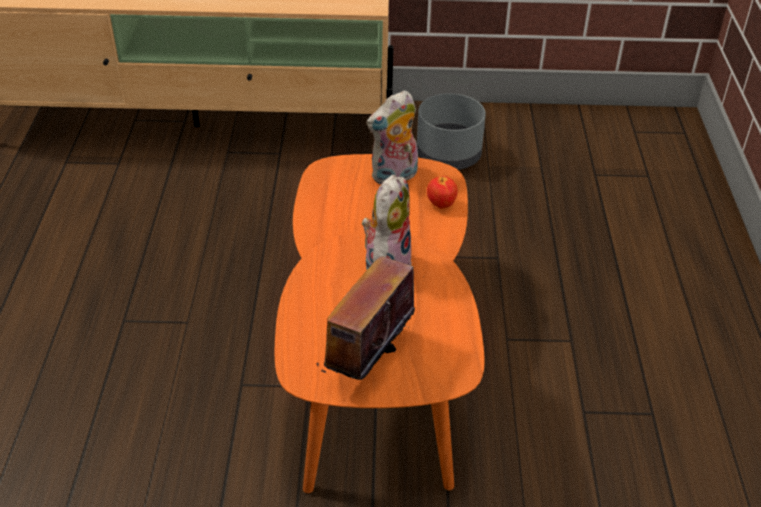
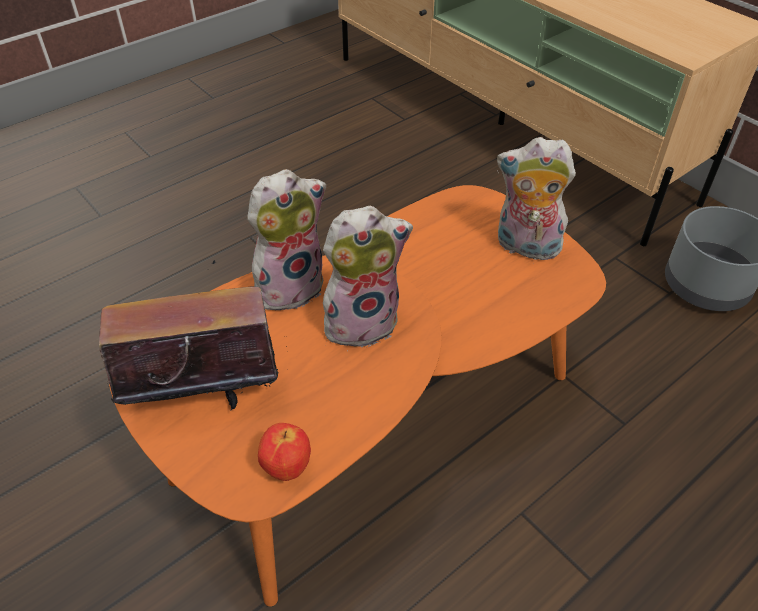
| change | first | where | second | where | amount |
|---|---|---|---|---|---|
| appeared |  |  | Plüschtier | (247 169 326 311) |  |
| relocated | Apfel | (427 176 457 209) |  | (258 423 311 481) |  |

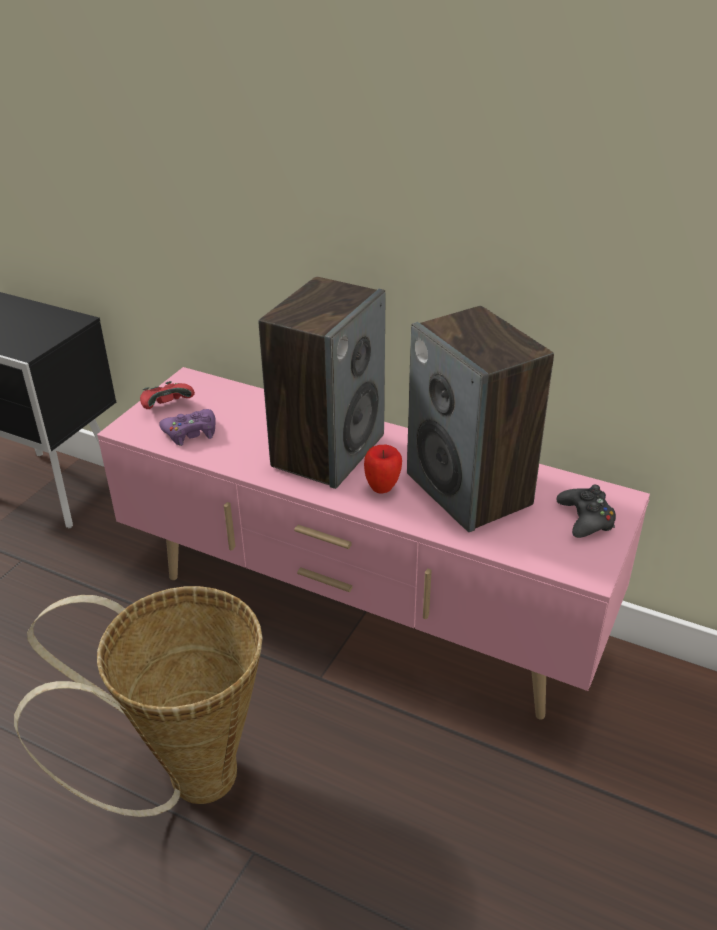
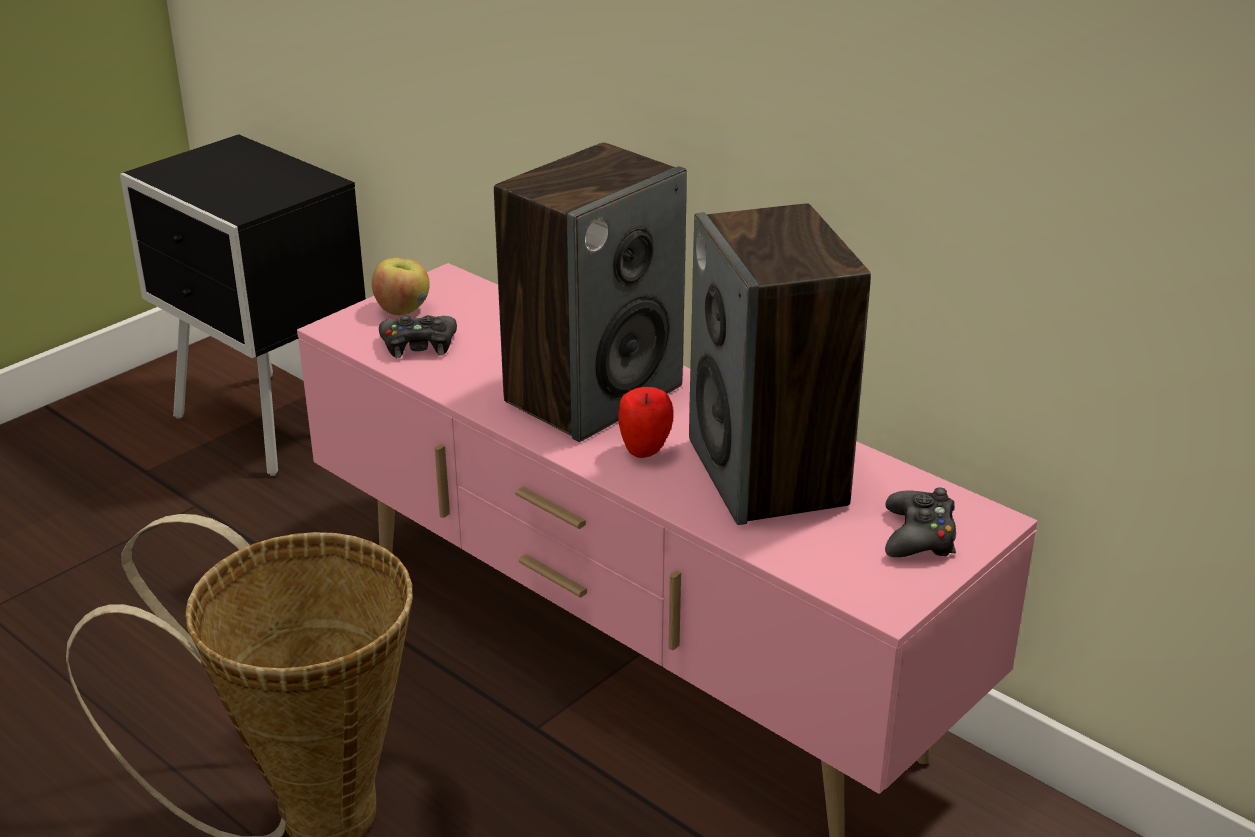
| change | first | where | second | where | amount |
|---|---|---|---|---|---|
| exchanged | Gamepad (rot) | (140 381 195 409) | Apfel | (372 258 430 315) |  |
| colour | Gamepad (lila) | (159 409 216 446) | Gamepad (schwarz) | (379 315 457 358) |  |

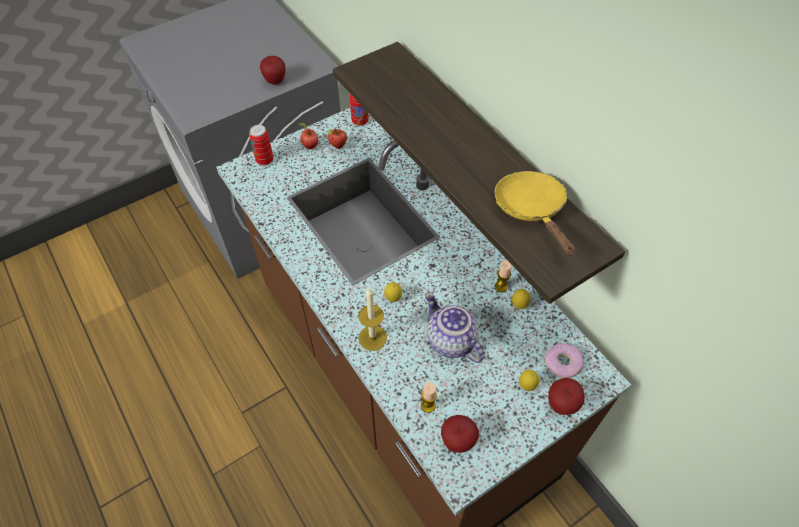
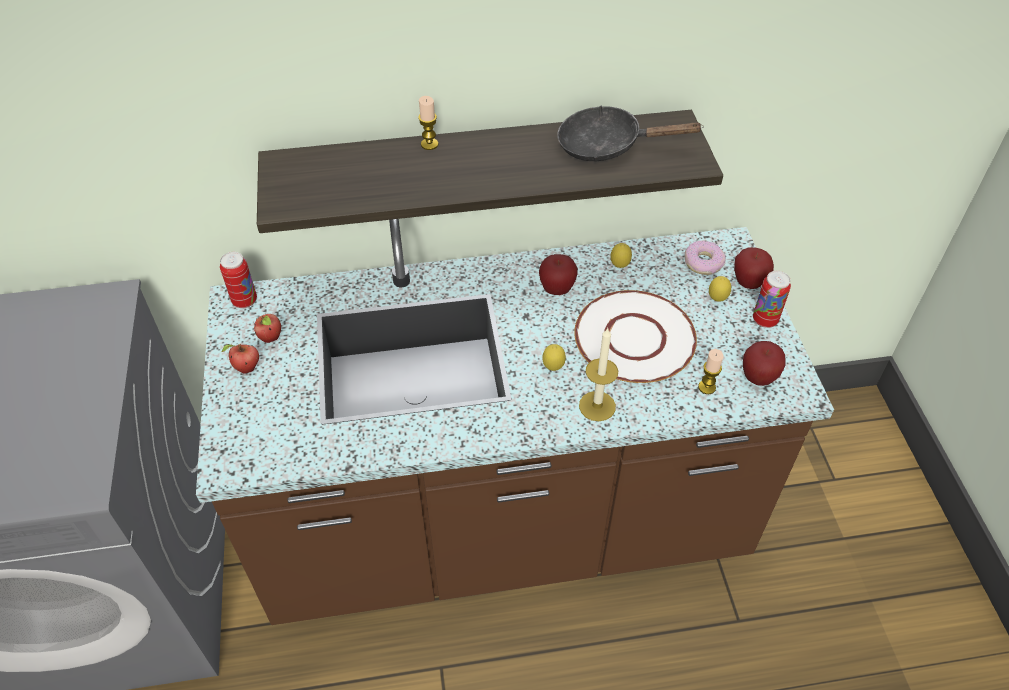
| change | first | where | second | where | amount |
|---|---|---|---|---|---|
| relocated | Kerze | (495 260 512 293) |  | (418 96 439 150) |  |
| relocated | Apfel | (260 56 286 84) |  | (539 254 578 295) |  |
| colour | Pfanne (gelb) | (494 171 576 256) | Pfanne (schwarz) | (557 106 704 162) |  |
| exchanged | Teekanne | (425 292 484 363) | Teller (weiß) | (574 290 697 383) |  |
| relocated | Dose | (249 125 273 165) |  | (753 271 791 328) |  |

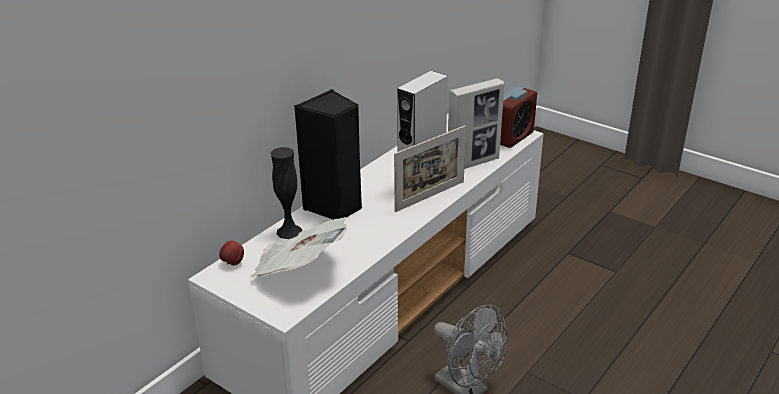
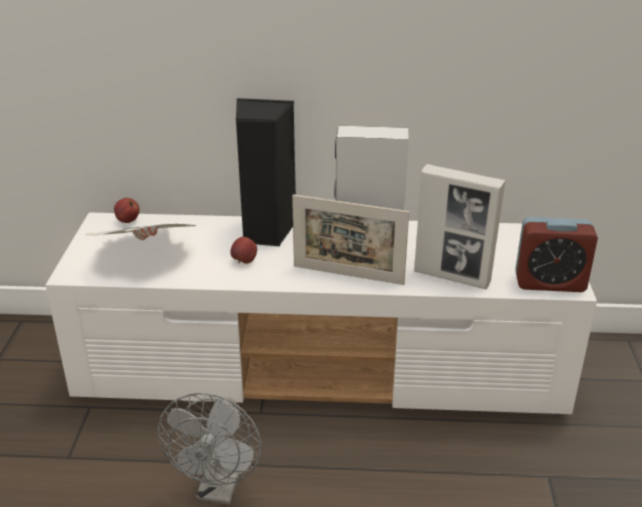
| change | first | where | second | where | amount |
|---|---|---|---|---|---|
| appeared |  |  | Apfel | (230 237 257 264) |  |
| missing | Vase (schwarz) | (271 147 302 239) |  |  |  |

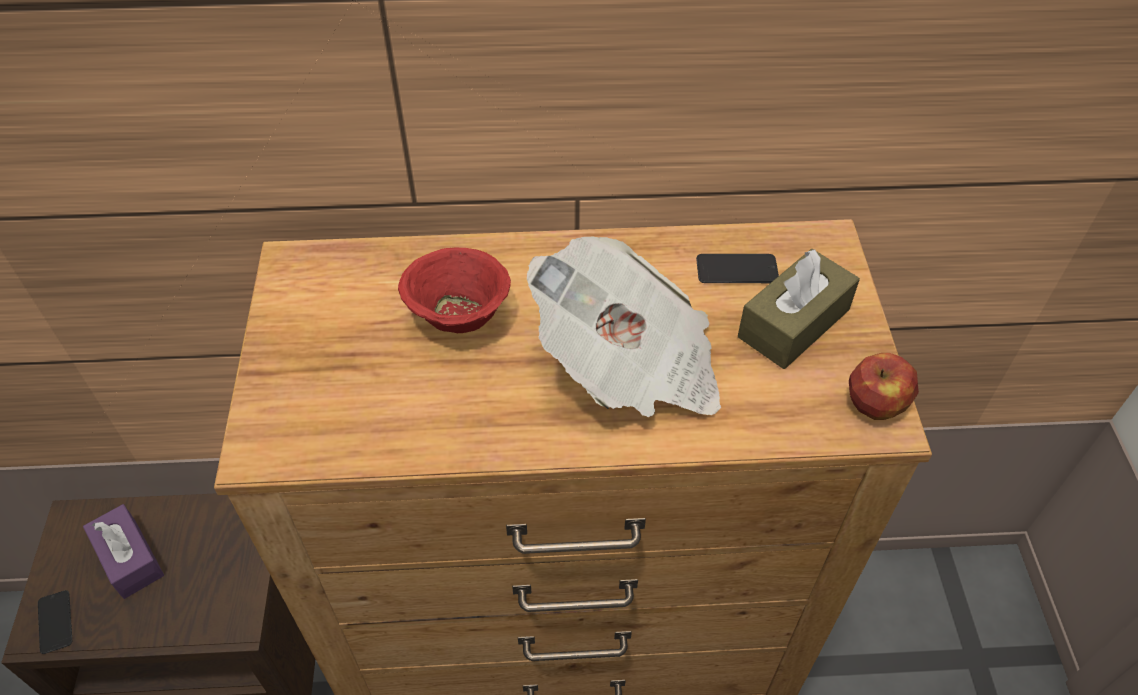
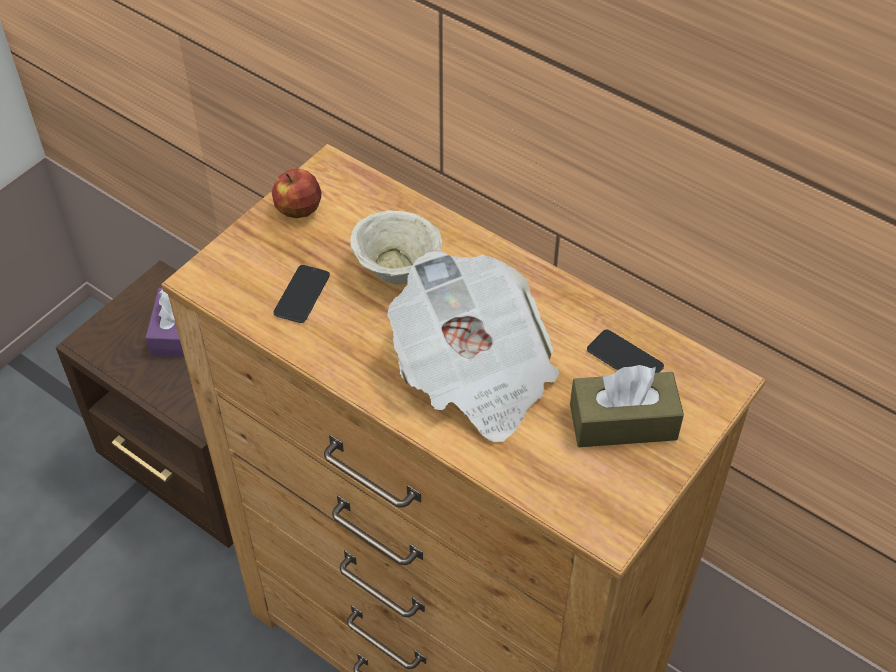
| change | first | where | second | where | amount |
|---|---|---|---|---|---|
| relocated | Apfel | (849 353 919 420) |  | (272 168 321 218) |  |
| relocated | Handy | (38 590 72 654) |  | (273 265 330 323) |  |
| colour | Schüssel (rot) | (398 248 511 333) | Schüssel (beige) | (350 211 442 285) |  |

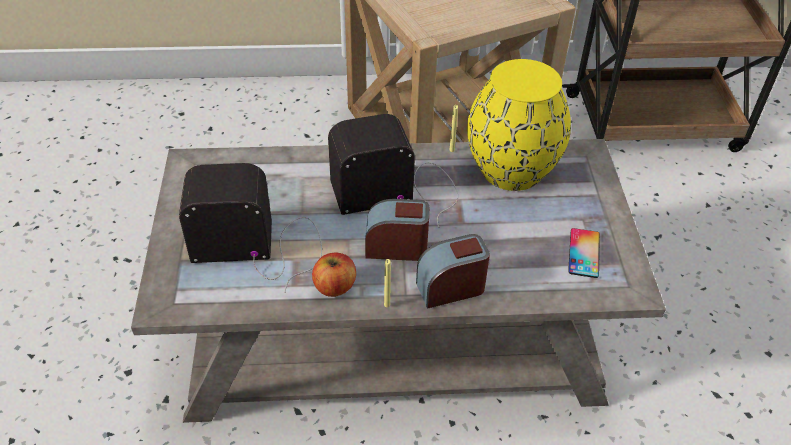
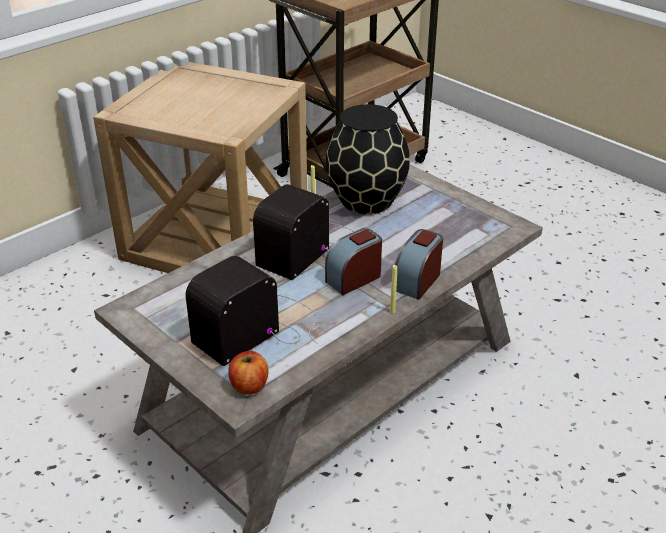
| change | first | where | second | where | amount |
|---|---|---|---|---|---|
| relocated | Apfel | (312 253 356 297) |  | (228 351 269 394) |  |
| colour | Vase (gelb) | (467 59 571 191) | Vase (schwarz) | (326 104 410 214) |  |
| missing | Handy | (568 228 600 278) |  |  |  |

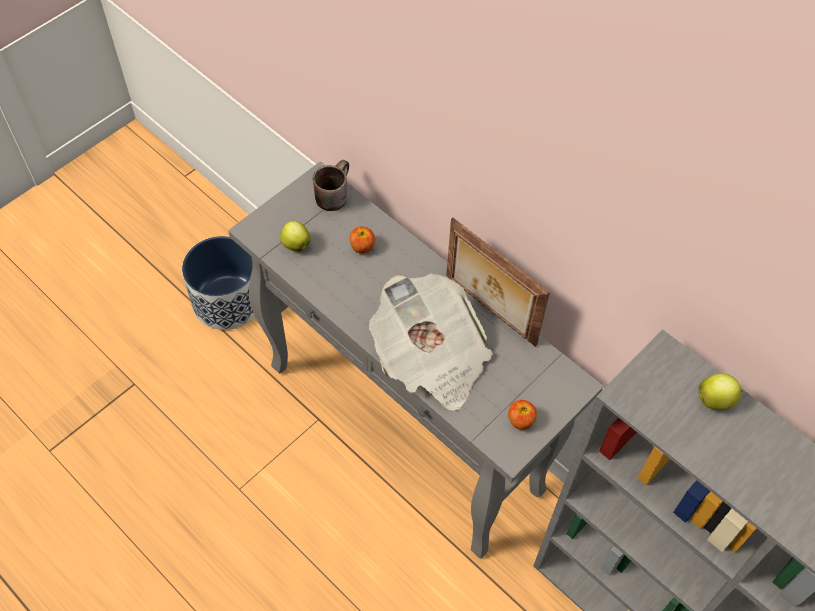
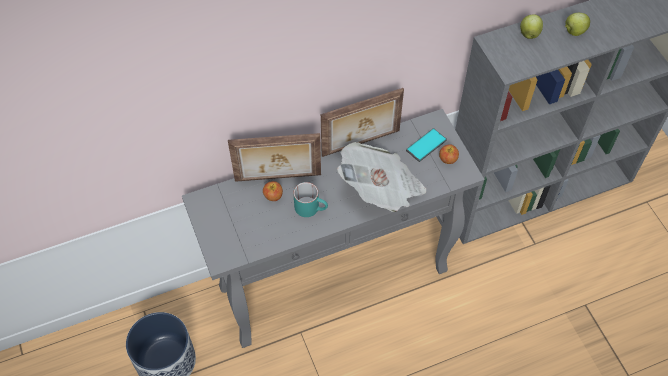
| change | first | where | second | where | amount |
|---|---|---|---|---|---|
| appeared |  |  | Bilderrahmen | (228 133 321 182) |  |
| appeared |  |  | Henkelbecher (türkis) | (293 182 328 217) |  |
| appeared |  |  | Handy | (406 128 447 162) |  |
| relocated | Apfel | (280 221 311 252) |  | (565 13 590 36) |  |
| missing | Henkelbecher (braun) | (313 160 349 211) |  |  |  |

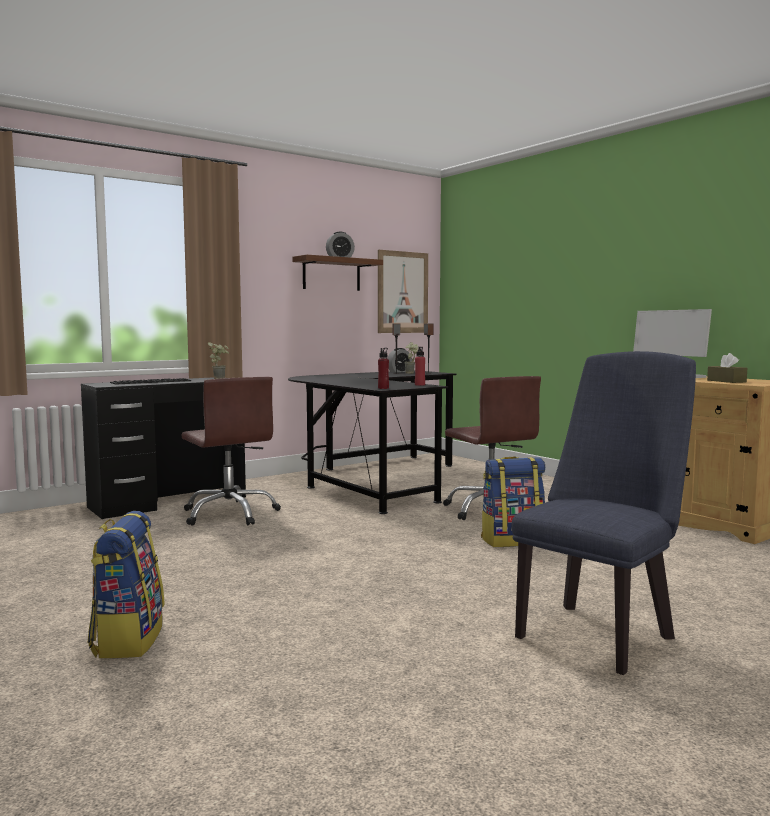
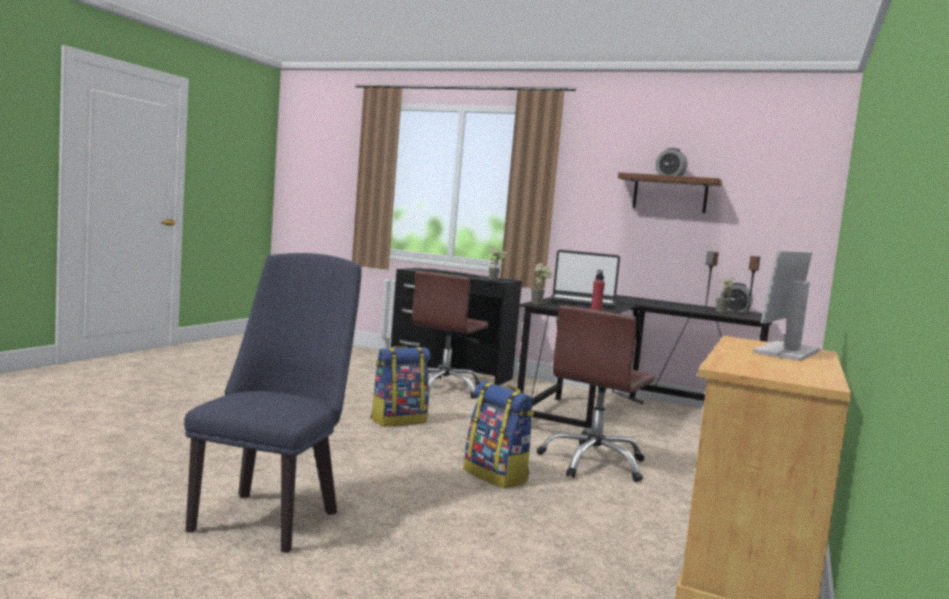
| change | first | where | second | where | amount |
|---|---|---|---|---|---|
| spun | Stuhl (blau) | (511 351 696 675) |  | (184 253 362 553) | 90 degrees counterclockwise |
| relocated | Rucksack | (87 511 165 658) |  | (371 346 430 427) |  |
| exchanged | Flasche (rot) | (378 348 389 389) | Topfpflanze | (531 263 553 305) |  |
| appeared |  |  | Laptop | (550 250 620 308) |  |
| missing | Bild | (378 250 428 333) |  |  |  |
| missing | Taschentuchbox (braun) | (707 353 747 383) |  |  |  |

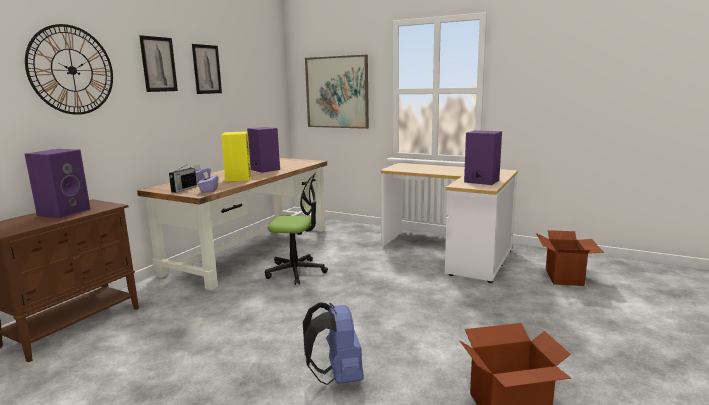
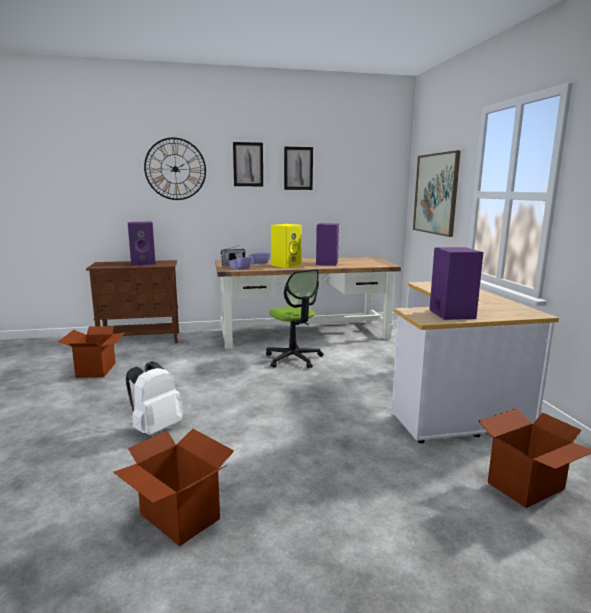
| change | first | where | second | where | amount |
|---|---|---|---|---|---|
| appeared |  |  | Karton | (58 326 126 378) |  |
| colour | Rucksack (blau) | (303 302 364 385) | Rucksack (weiß) | (126 361 183 435) |  |

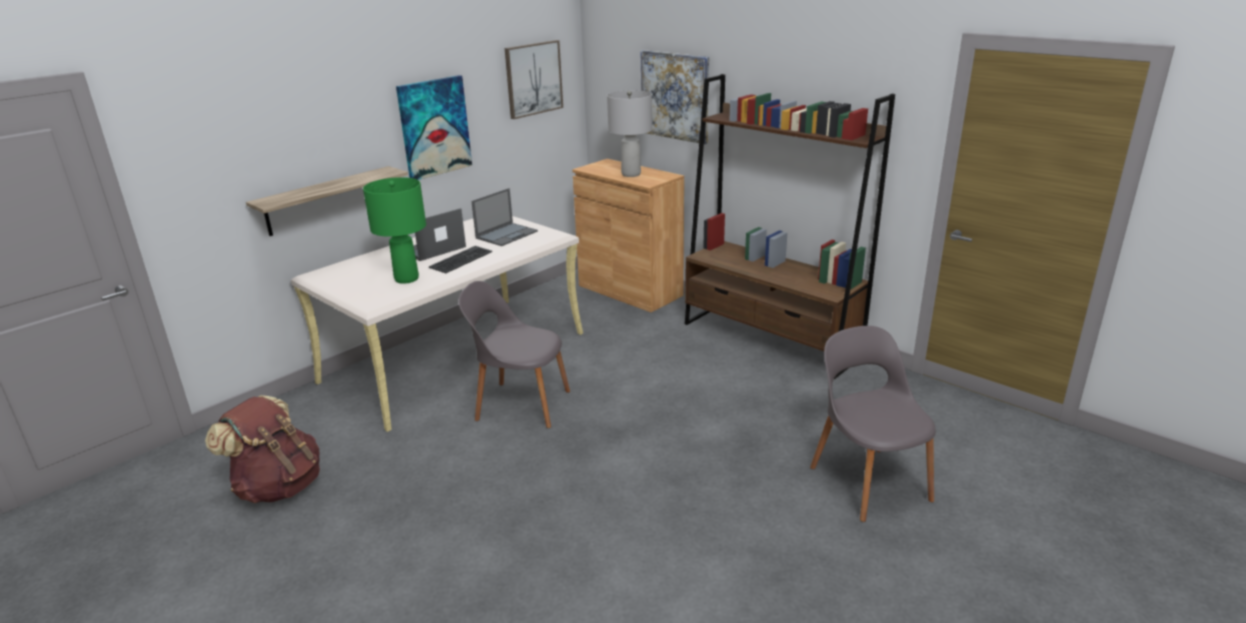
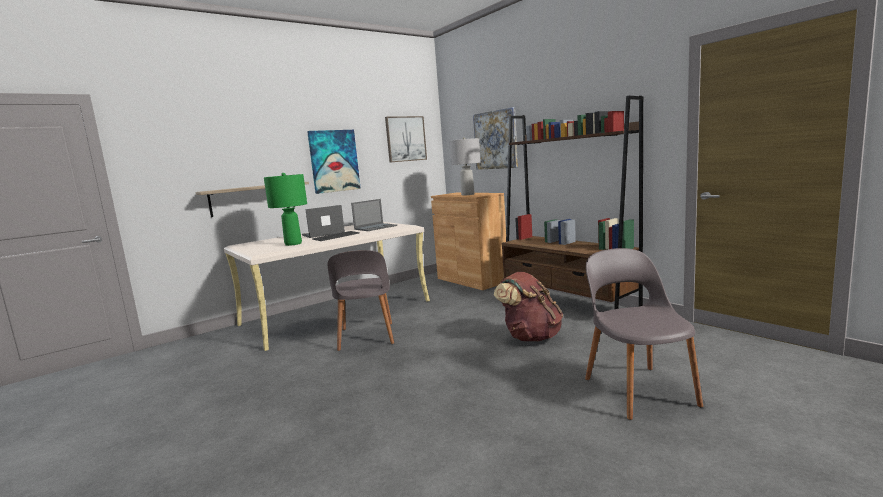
| change | first | where | second | where | amount |
|---|---|---|---|---|---|
| spun | Stuhl (grau) | (458 281 570 428) |  | (328 250 394 351) | 120 degrees counterclockwise |
| relocated | Rucksack (braun) | (205 395 320 503) |  | (494 272 563 341) |  |

